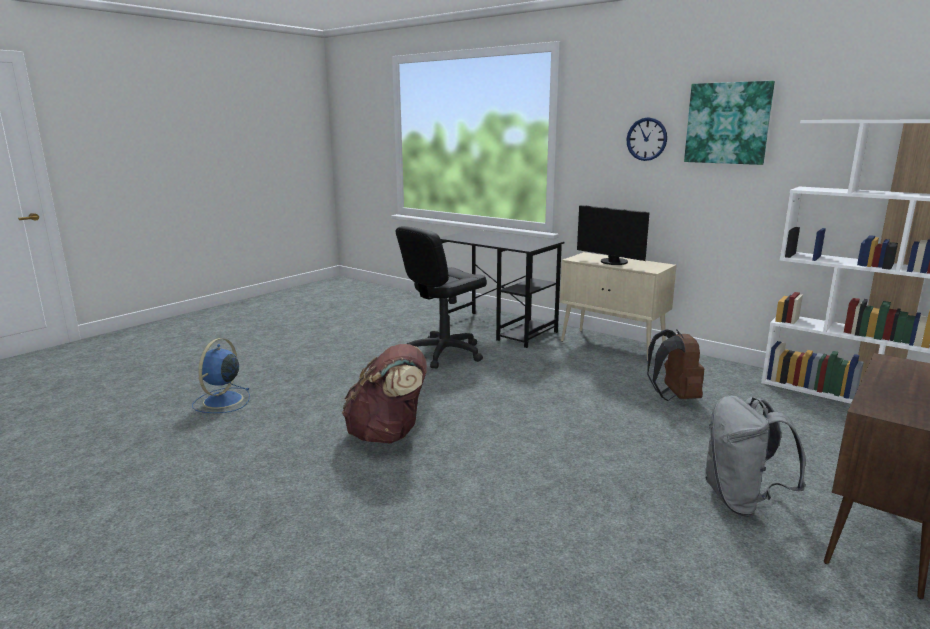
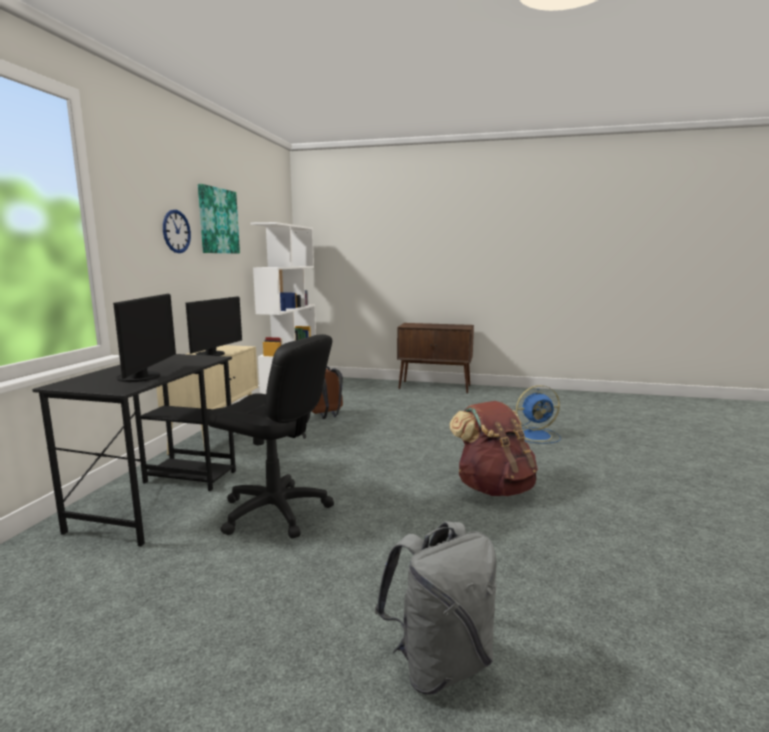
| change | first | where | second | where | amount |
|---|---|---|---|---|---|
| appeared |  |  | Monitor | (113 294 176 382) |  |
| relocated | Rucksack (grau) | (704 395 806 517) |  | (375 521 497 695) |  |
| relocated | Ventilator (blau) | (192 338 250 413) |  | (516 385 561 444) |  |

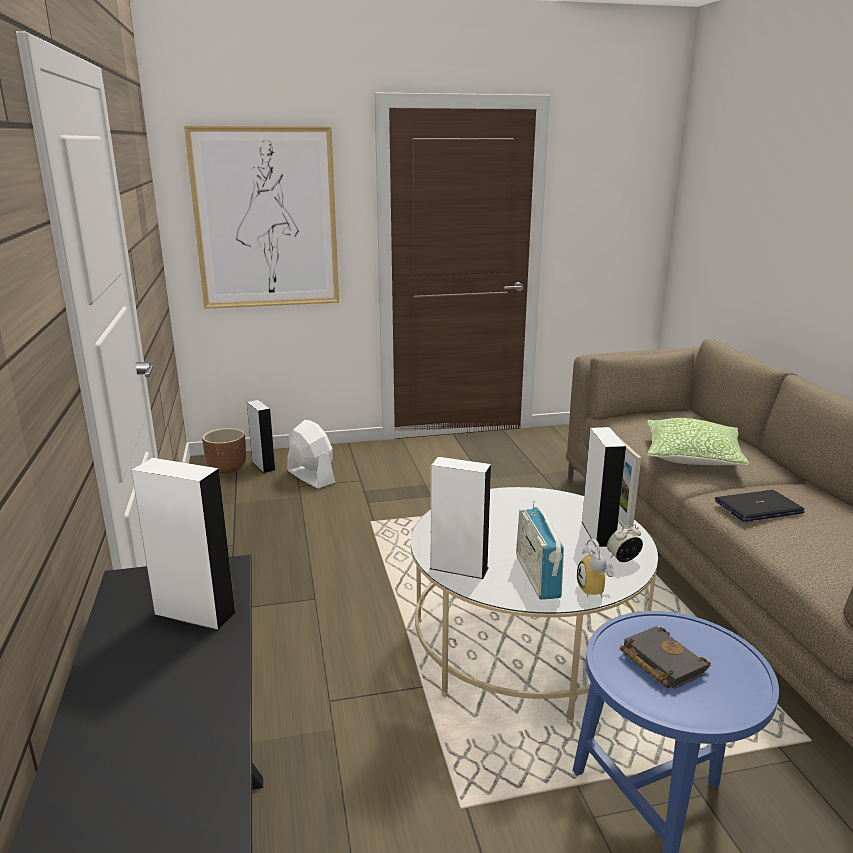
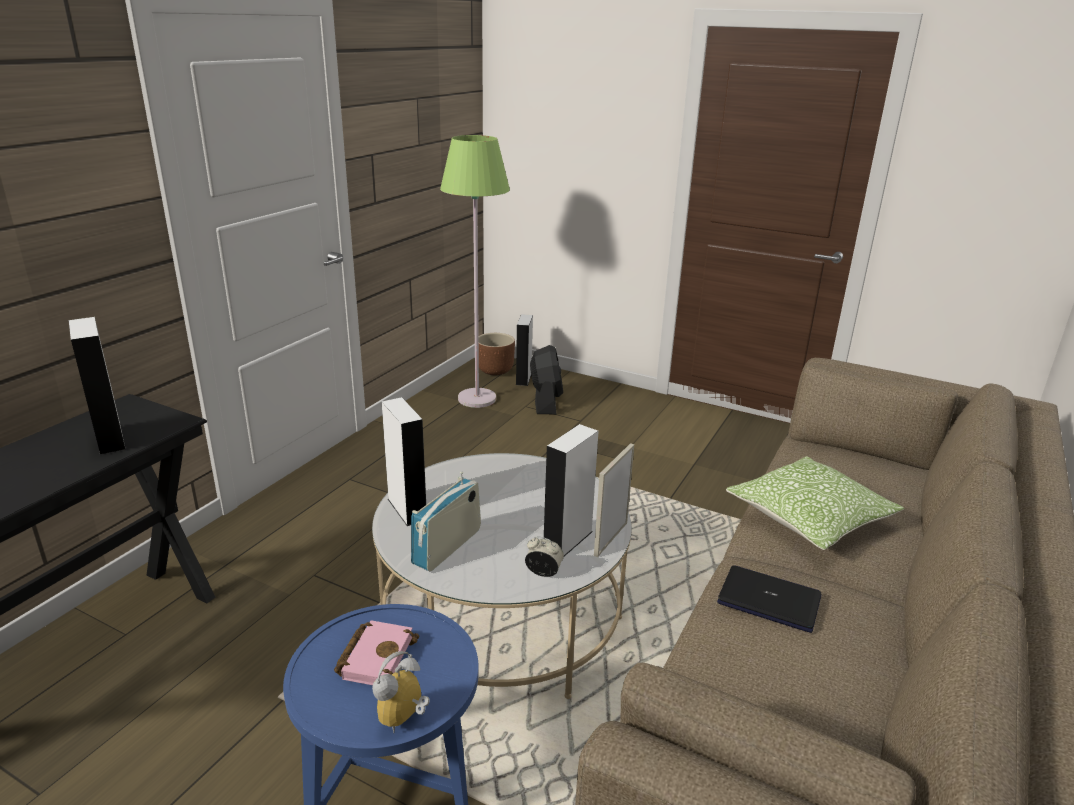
| change | first | where | second | where | amount |
|---|---|---|---|---|---|
| colour | Buch (schwarz) | (620 626 711 689) | Buch (rosa) | (334 620 419 685) |  |
| relocated | Wecker | (577 539 615 598) |  | (372 651 430 733) |  |
| appeared |  |  | Stehlampe (grün) | (440 135 510 408) |  |
| colour | Ventilator (weiß) | (287 420 335 489) | Ventilator (schwarz) | (530 345 563 414) |  |
| missing | Bild | (184 126 339 309) |  |  |  |

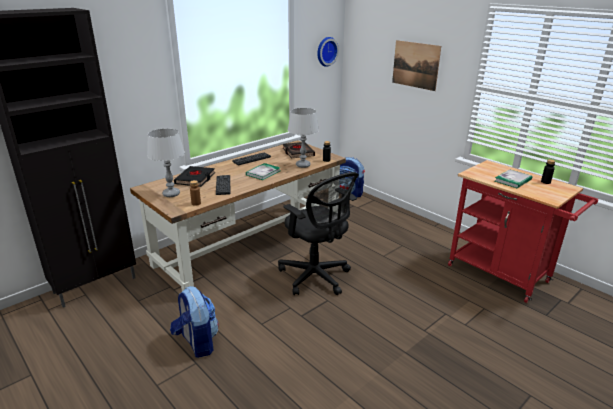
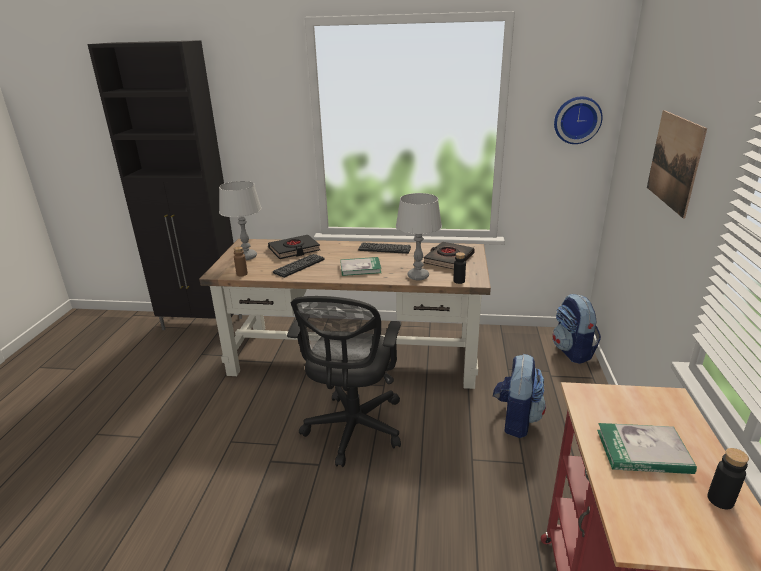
| change | first | where | second | where | amount |
|---|---|---|---|---|---|
| relocated | Rucksack | (170 286 219 358) |  | (493 354 546 438) |  |

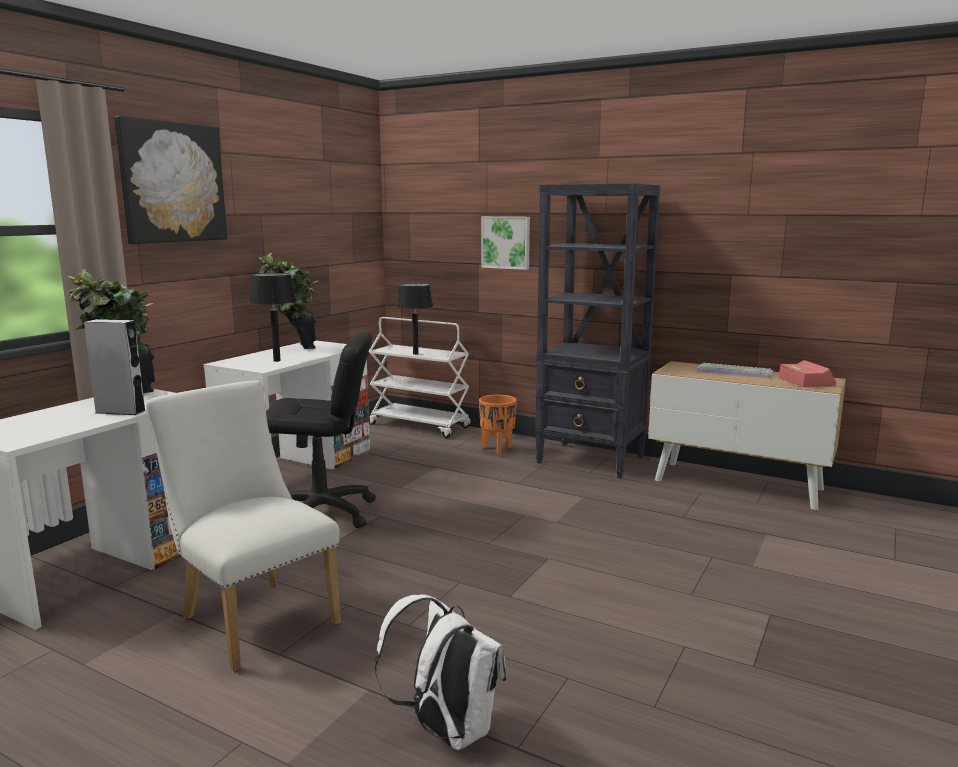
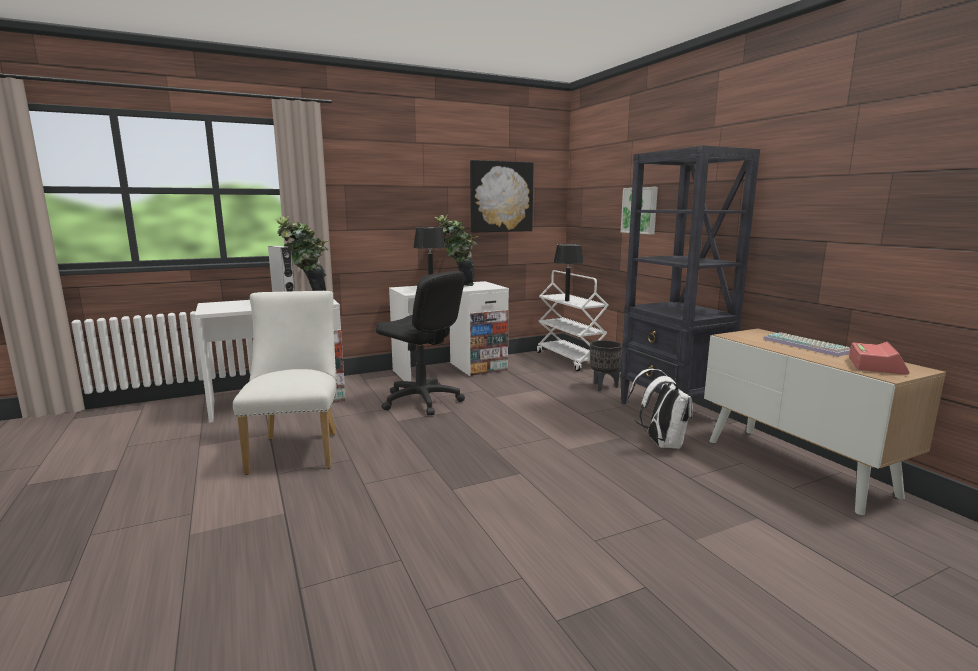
| change | first | where | second | where | amount |
|---|---|---|---|---|---|
| relocated | Bild | (115 116 227 244) |  | (470 160 534 233) |  |
| colour | Pflanzkübel (orange) | (479 395 517 455) | Pflanzkübel (schwarz) | (590 340 623 391) |  |
| relocated | Rucksack (weiß) | (374 594 506 750) |  | (628 369 693 449) |  |

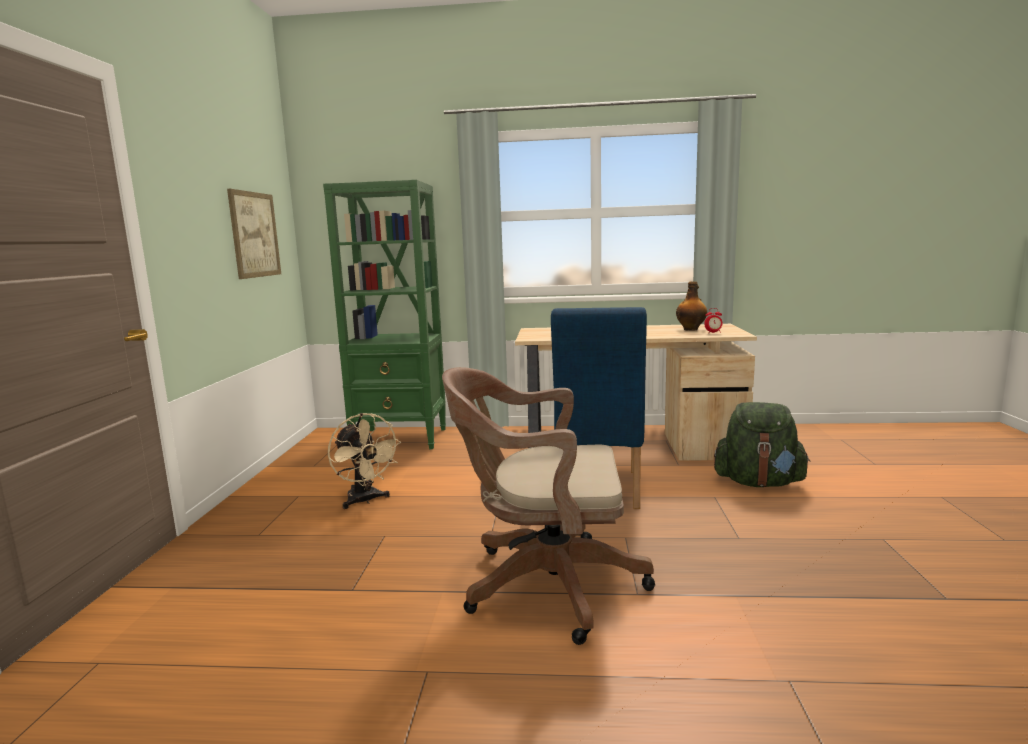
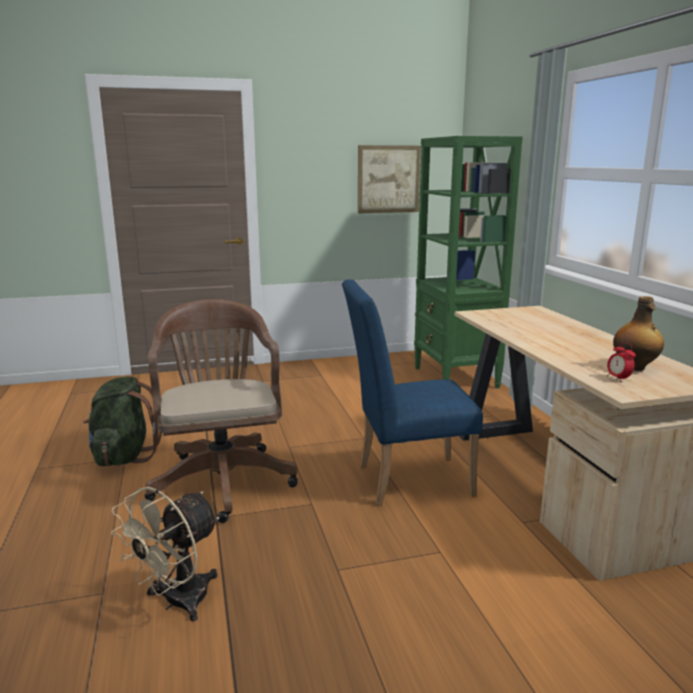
| change | first | where | second | where | amount |
|---|---|---|---|---|---|
| relocated | Rucksack (grün) | (714 402 811 487) |  | (83 377 162 466) |  |
| relocated | Ventilator (beige) | (328 413 401 509) |  | (111 487 219 622) |  |

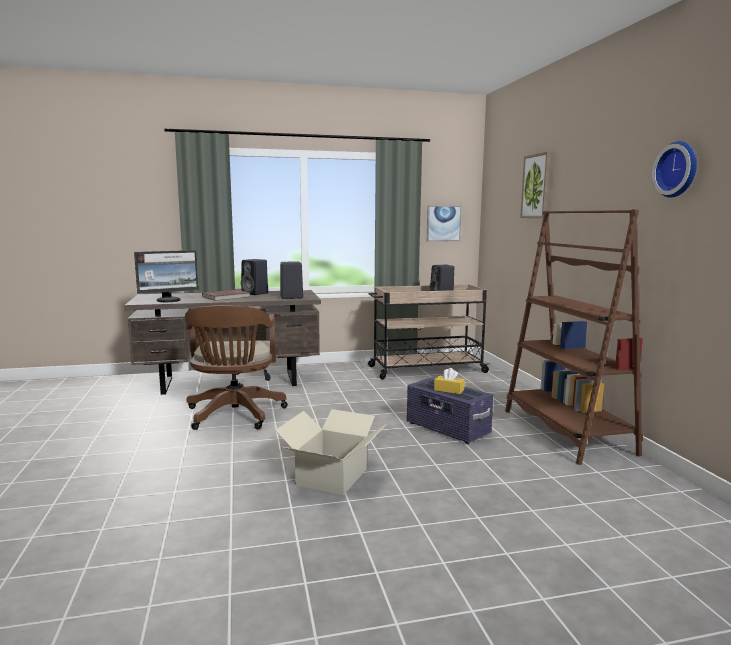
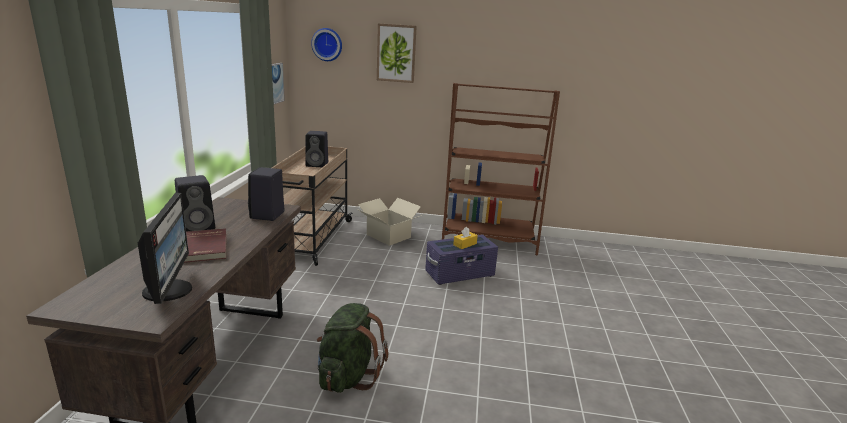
| change | first | where | second | where | amount |
|---|---|---|---|---|---|
| relocated | Wanduhr | (652 141 697 198) |  | (311 28 342 61) |  |
| exchanged | Bürostuhl (braun) | (185 305 288 430) | Rucksack (grün) | (317 303 388 393) |  |
| relocated | Karton | (275 409 387 495) |  | (357 198 422 246) |  |

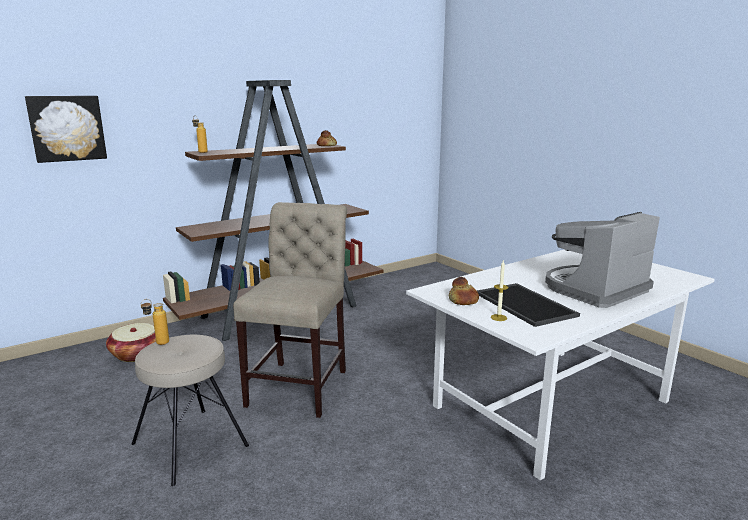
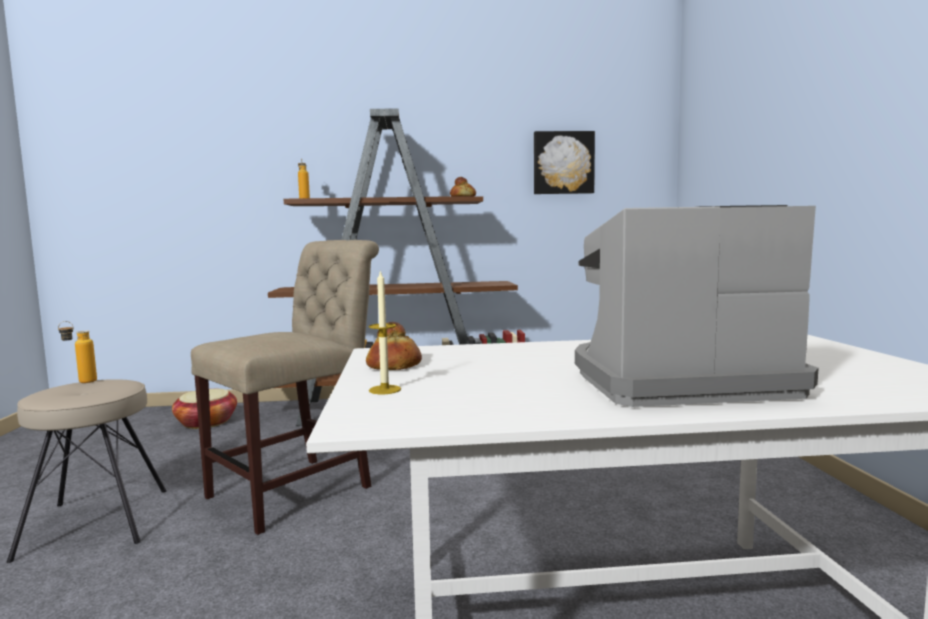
| change | first | where | second | where | amount |
|---|---|---|---|---|---|
| relocated | Bild | (25 96 107 163) |  | (534 131 595 194) |  |
| missing | Tablett | (477 283 580 327) |  |  |  |

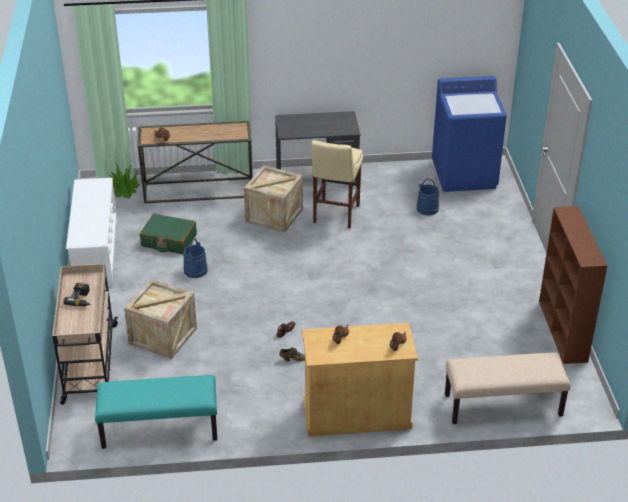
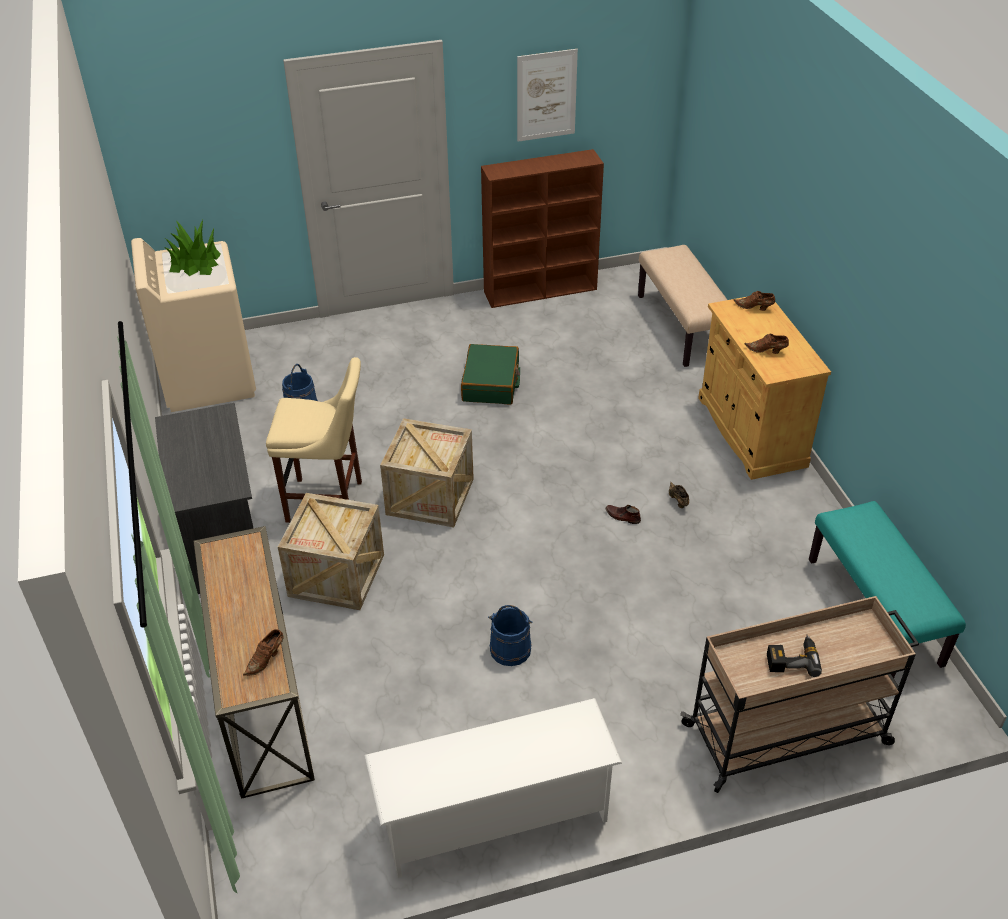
| change | first | where | second | where | amount |
|---|---|---|---|---|---|
| colour | Waschmaschine (blau) | (432 76 507 192) | Waschmaschine (beige) | (131 238 256 412) |  |
| relocated | Topfpflanze | (108 163 140 199) |  | (165 220 221 276) |  |
| relocated | Kiste | (124 279 197 359) |  | (380 418 474 527) |  |
| relocated | Koffer (grün) | (140 214 197 254) |  | (461 344 520 405) |  |
| appeared |  |  | Bild | (517 49 578 142) |  |

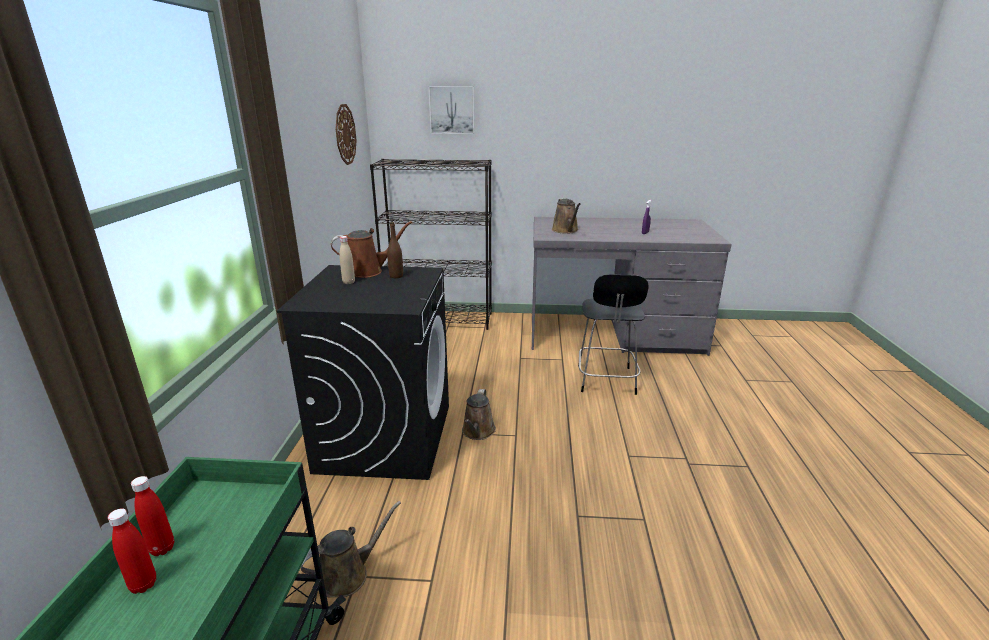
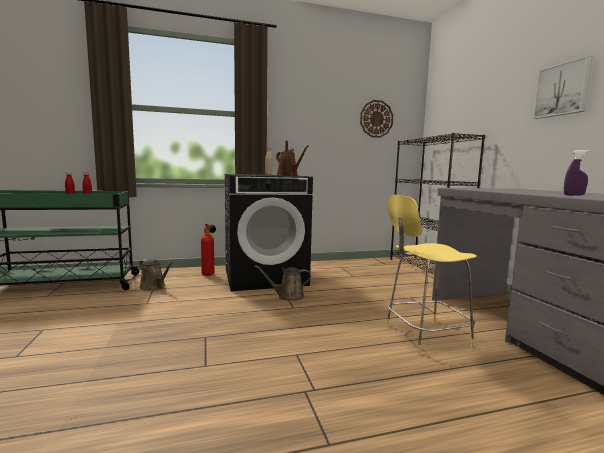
| change | first | where | second | where | amount |
|---|---|---|---|---|---|
| appeared |  |  | Feuerlöscher | (201 224 216 276) |  |
| colour | Hocker (schwarz) | (578 274 649 395) | Hocker (gelb) | (386 195 477 354) |  |
| relocated | Bild | (429 86 475 134) |  | (533 56 593 119) |  |
| missing | Gießkanne (braun) | (552 199 581 234) |  |  |  |

